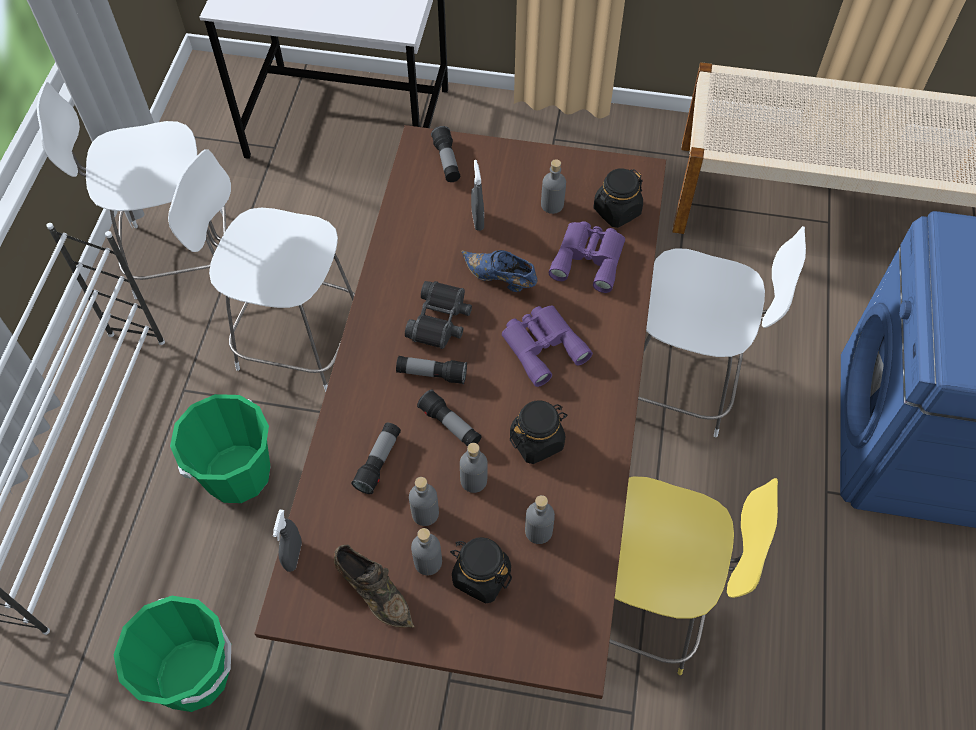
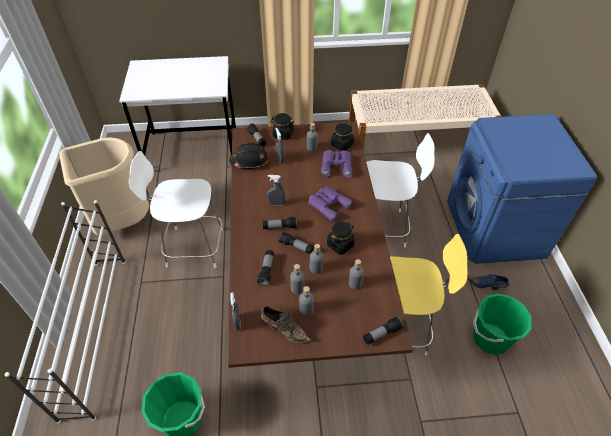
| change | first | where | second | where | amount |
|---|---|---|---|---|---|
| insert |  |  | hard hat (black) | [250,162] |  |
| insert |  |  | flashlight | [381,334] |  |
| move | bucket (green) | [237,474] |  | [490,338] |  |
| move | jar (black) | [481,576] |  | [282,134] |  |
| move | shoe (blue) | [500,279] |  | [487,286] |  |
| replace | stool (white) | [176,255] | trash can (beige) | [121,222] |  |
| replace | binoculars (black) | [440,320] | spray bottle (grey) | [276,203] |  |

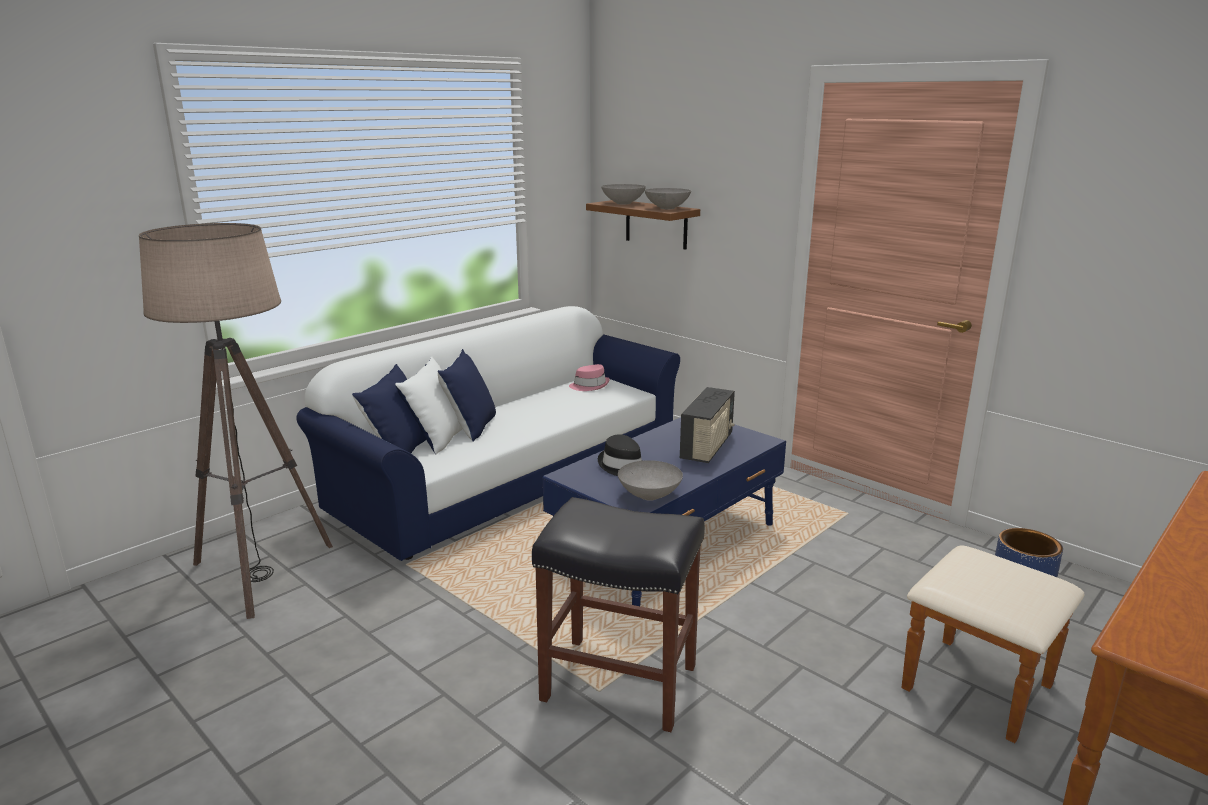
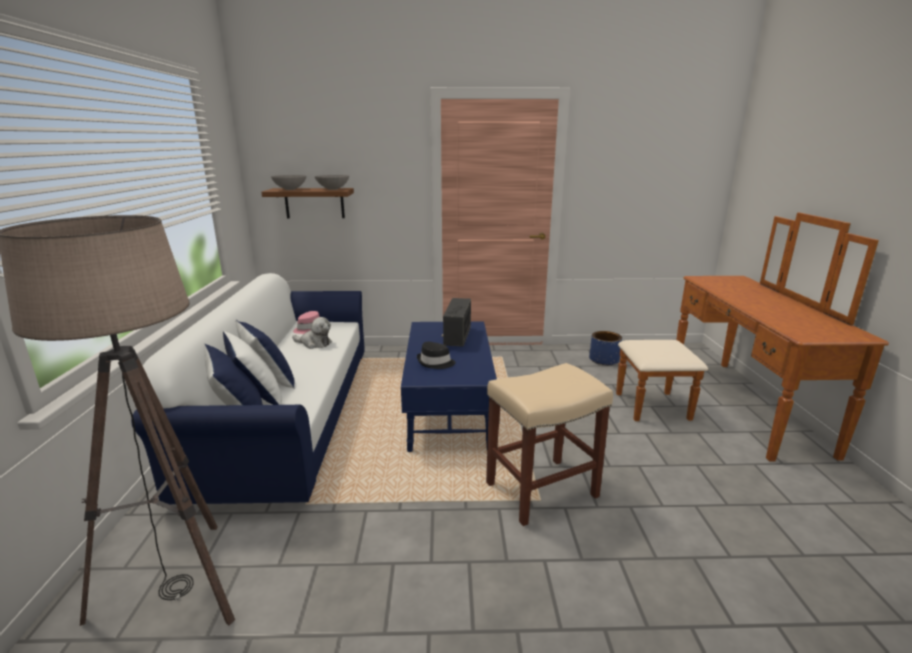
| change | first | where | second | where | amount |
|---|---|---|---|---|---|
| delete | bowl (grey) | [650,495] |  |  |  |
| insert |  |  | plush toy | [314,343] |  |
| recolor | stool (black) | [622,682] | stool (beige) | [542,489] |  |
| rotate | radio | [707,447] |  | [456,337] | 150 degrees counterclockwise |

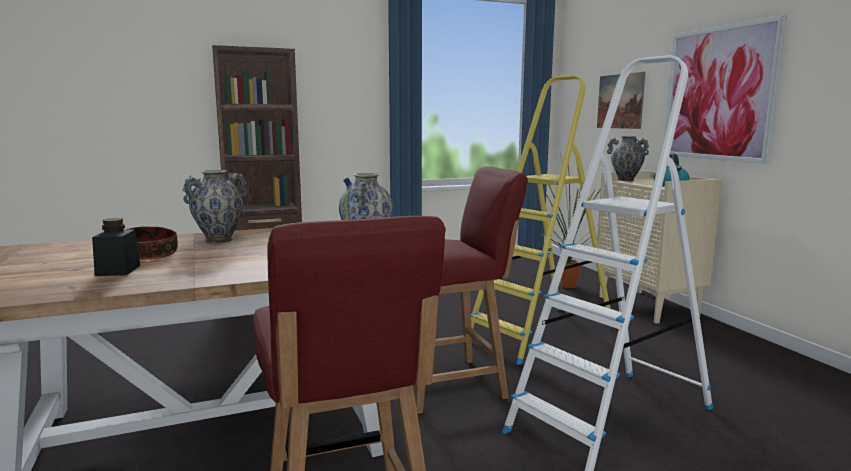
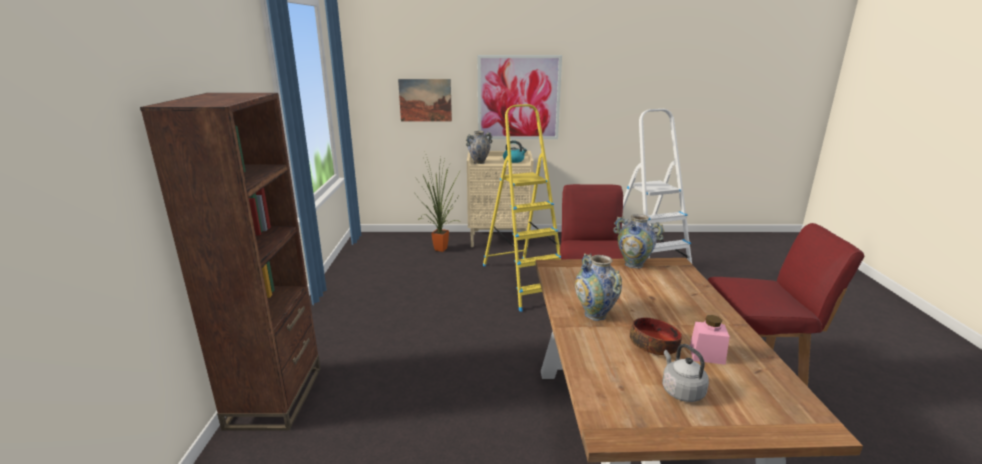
| change | first | where | second | where | amount |
|---|---|---|---|---|---|
| insert |  |  | kettle (grey) | [681,390] |  |
| recolor | jar (black) | [118,270] | jar (pink) | [707,355] |  |

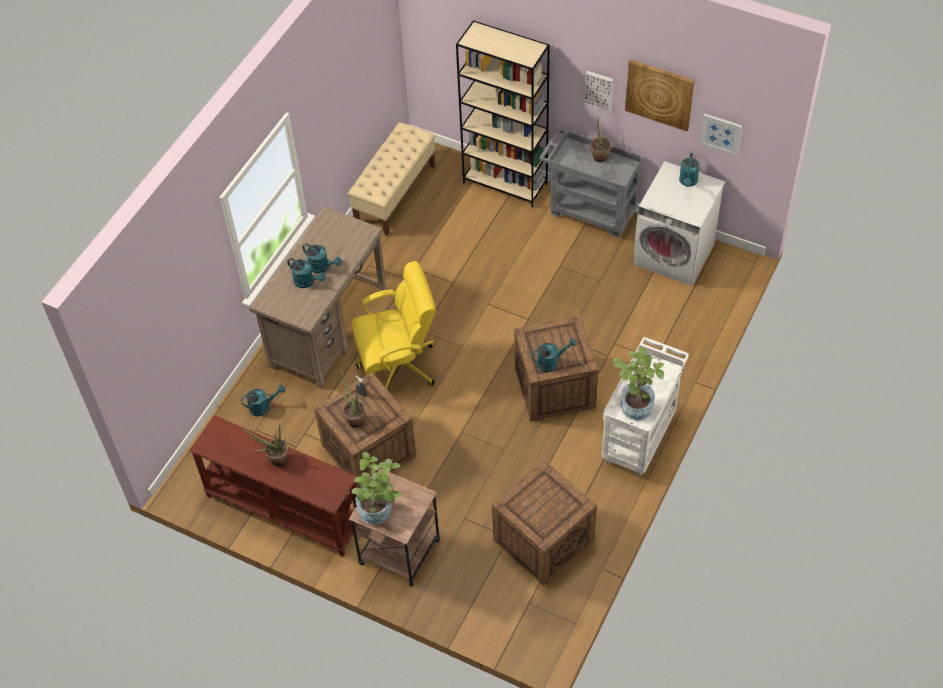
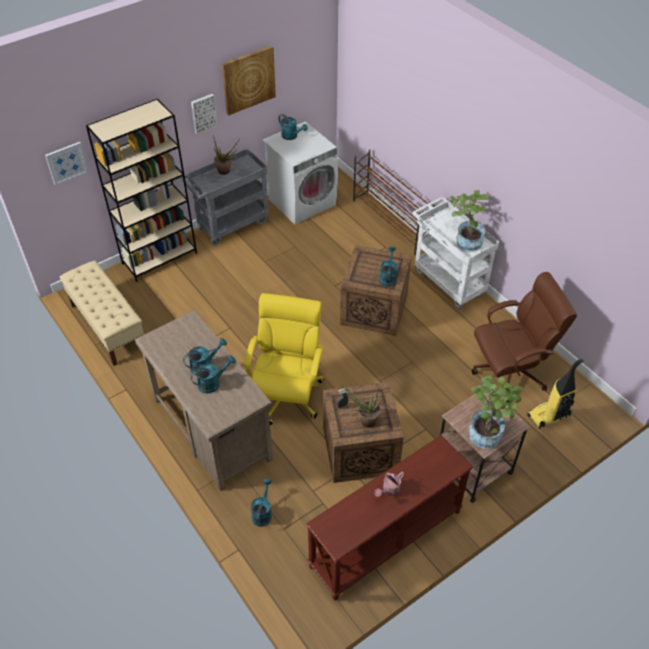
| change | first | where | second | where | amount |
|---|---|---|---|---|---|
| insert |  |  | shoe rack (brown) | [390,224] |  |
| insert |  |  | vacuum cleaner | [548,416] |  |
| move | picture | [721,133] |  | [66,163] |  |
| replace | potted plant | [275,459] | watering can | [389,490] |  |
| replace | crate | [543,542] | office chair (brown) | [509,372] |  |

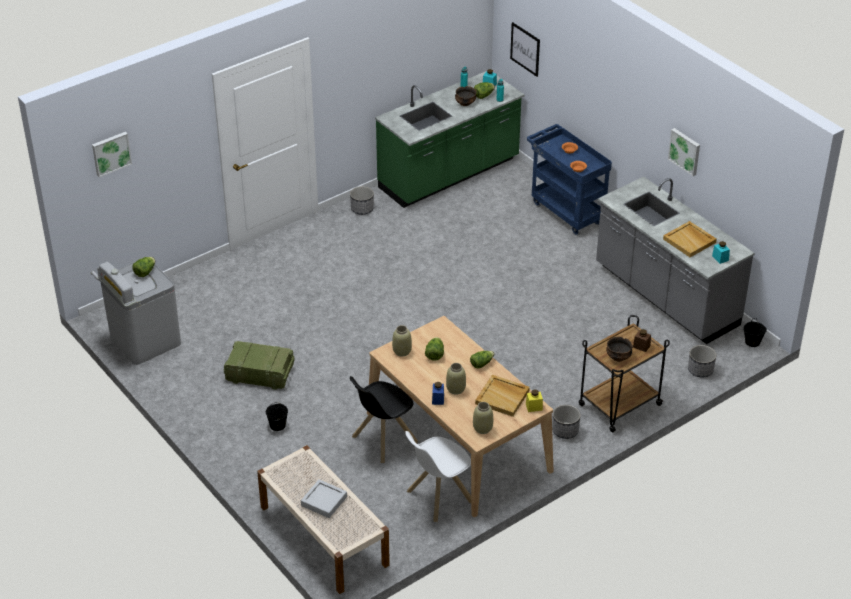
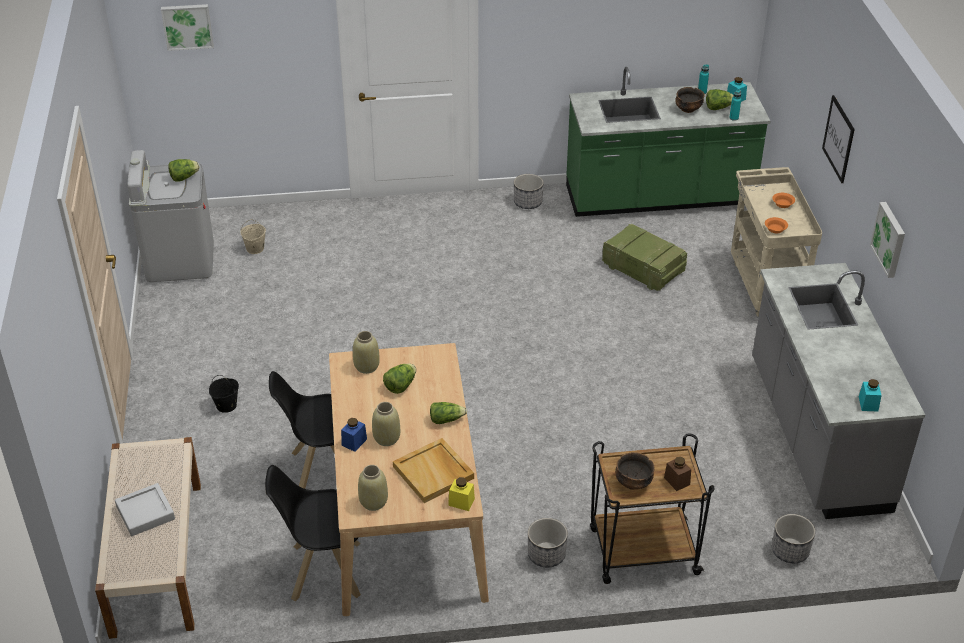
| change | first | where | second | where | amount |
|---|---|---|---|---|---|
| delete | tray (beige) | [690,241] |  |  |  |
| delete | bucket (black) | [752,342] |  |  |  |
| insert |  |  | bucket (beige) | [255,249] |  |
| move | crate | [261,374] |  | [644,269] |  |
| move | picture | [525,49] |  | [838,139] |  |
| recolor | chair (white) | [438,497] | chair (black) | [323,570] |  |
| recolor | cart (blue) | [564,213] | cart (beige) | [763,287] |  |

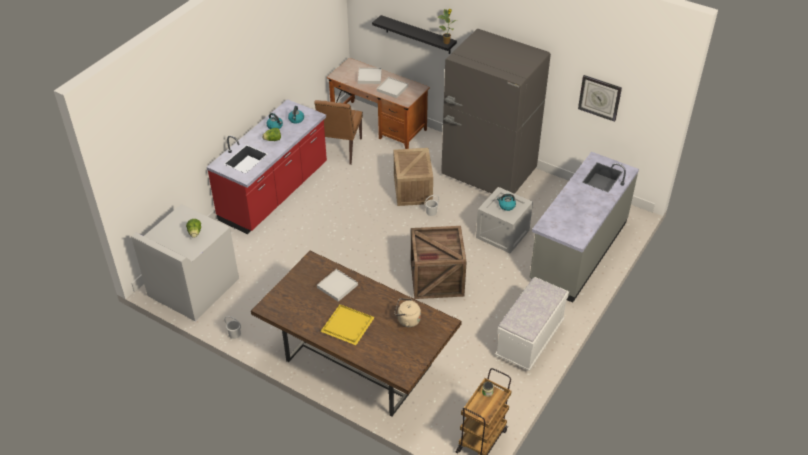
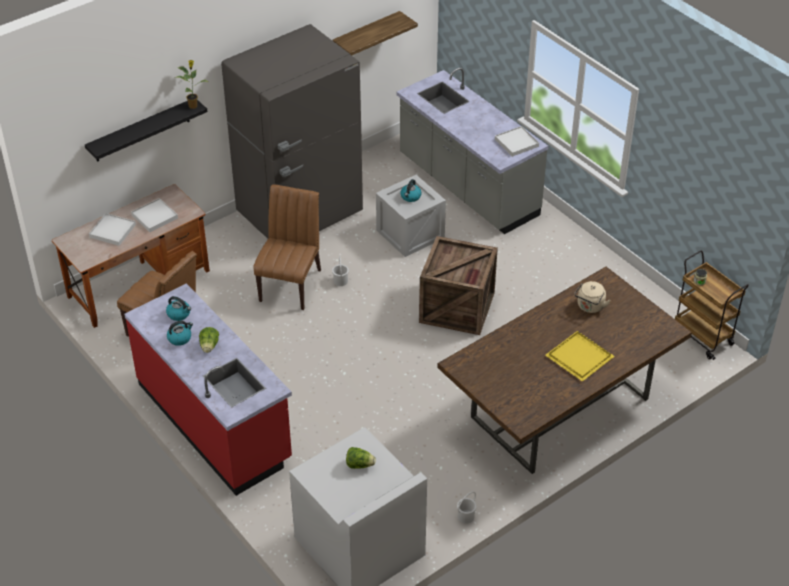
| change | first | where | second | where | amount |
|---|---|---|---|---|---|
| delete | bench (white) | [530,340] |  |  |  |
| move | tray (white) | [337,286] |  | [516,143] |  |
| replace | crate | [413,190] | chair (brown) | [291,286] |  |
| replace | wall clock | [599,97] | shelf | [366,34] |  |

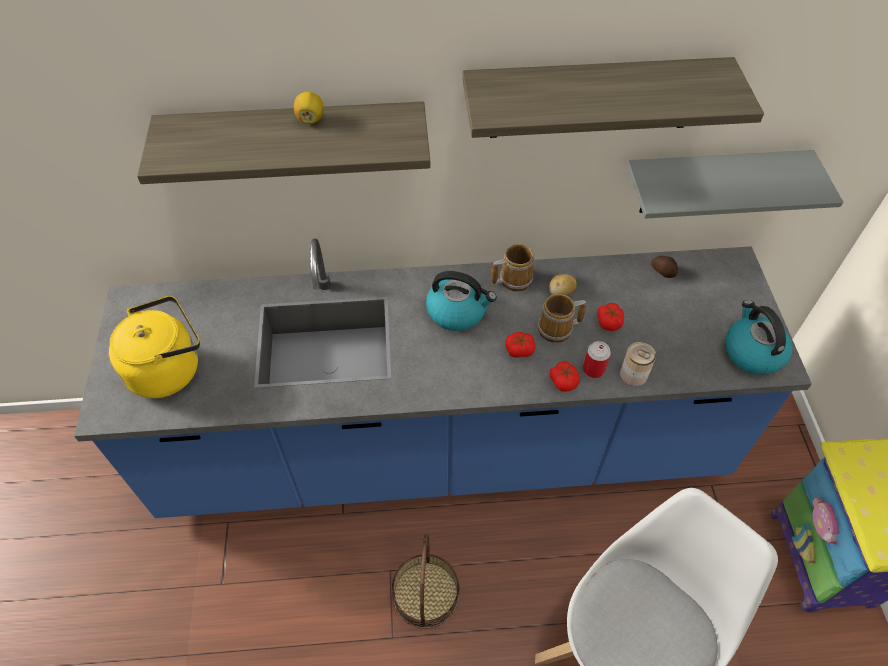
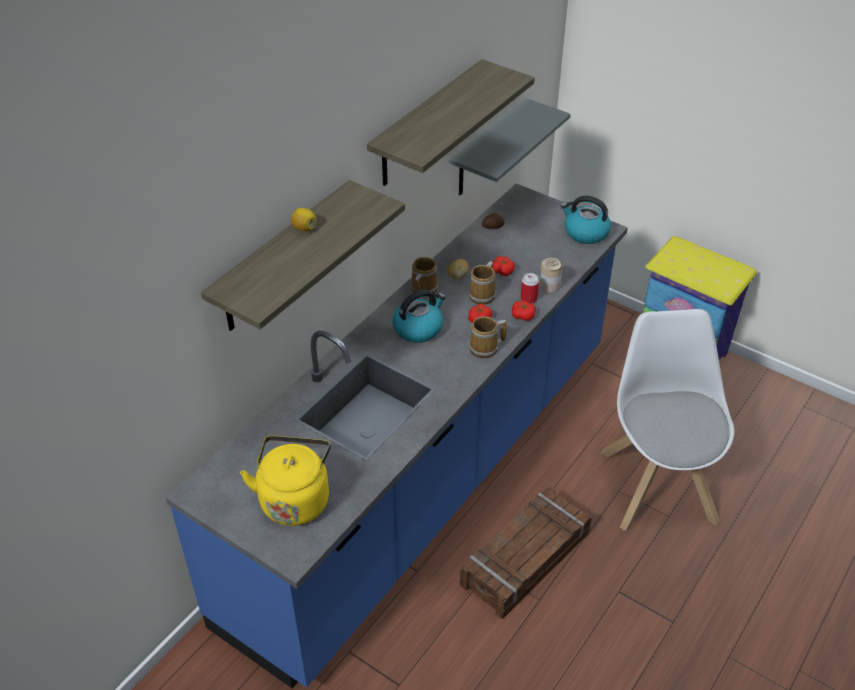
| change | first | where | second | where | amount |
|---|---|---|---|---|---|
| insert |  |  | mug | [486,348] |  |
| replace | basket | [426,594] | crate | [526,560] |  |

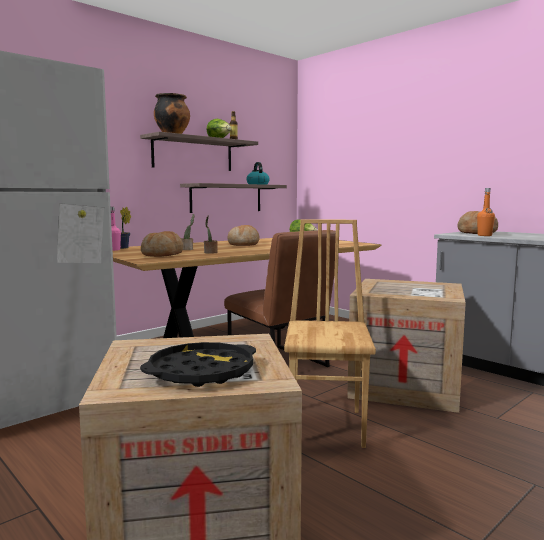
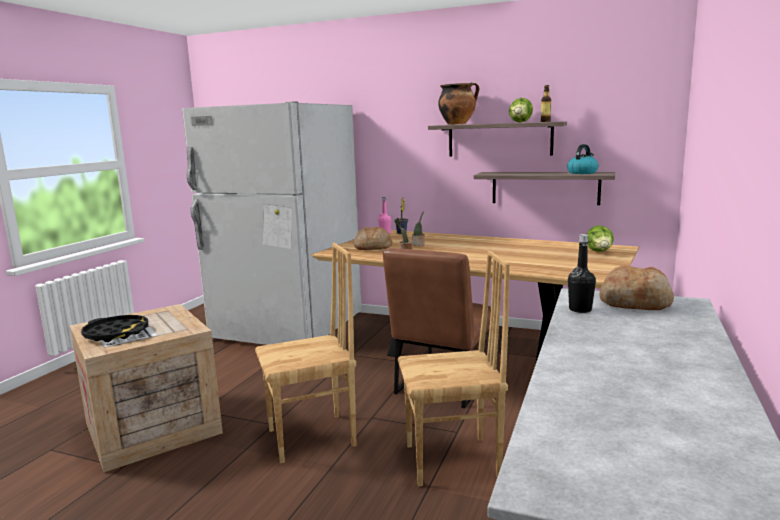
| change | first | where | second | where | amount |
|---|---|---|---|---|---|
| delete | bread | [244,244] |  |  |  |
| replace | crate | [406,385] | chair (brown) | [453,462] |  |
| recolor | bottle (orange) | [484,235] | bottle (black) | [580,309] |  |

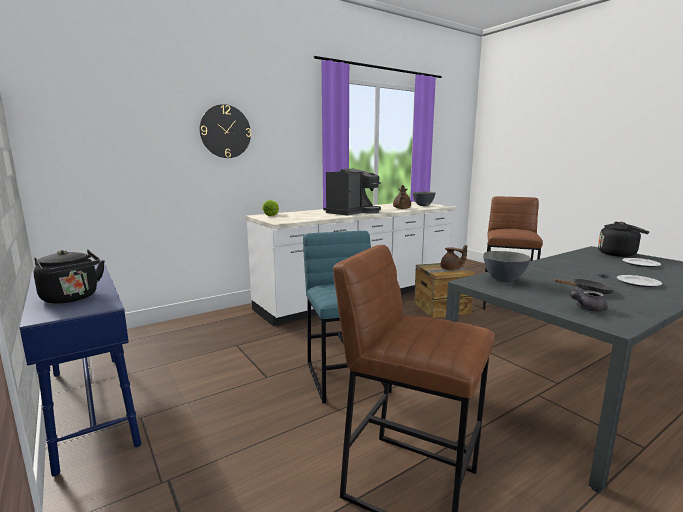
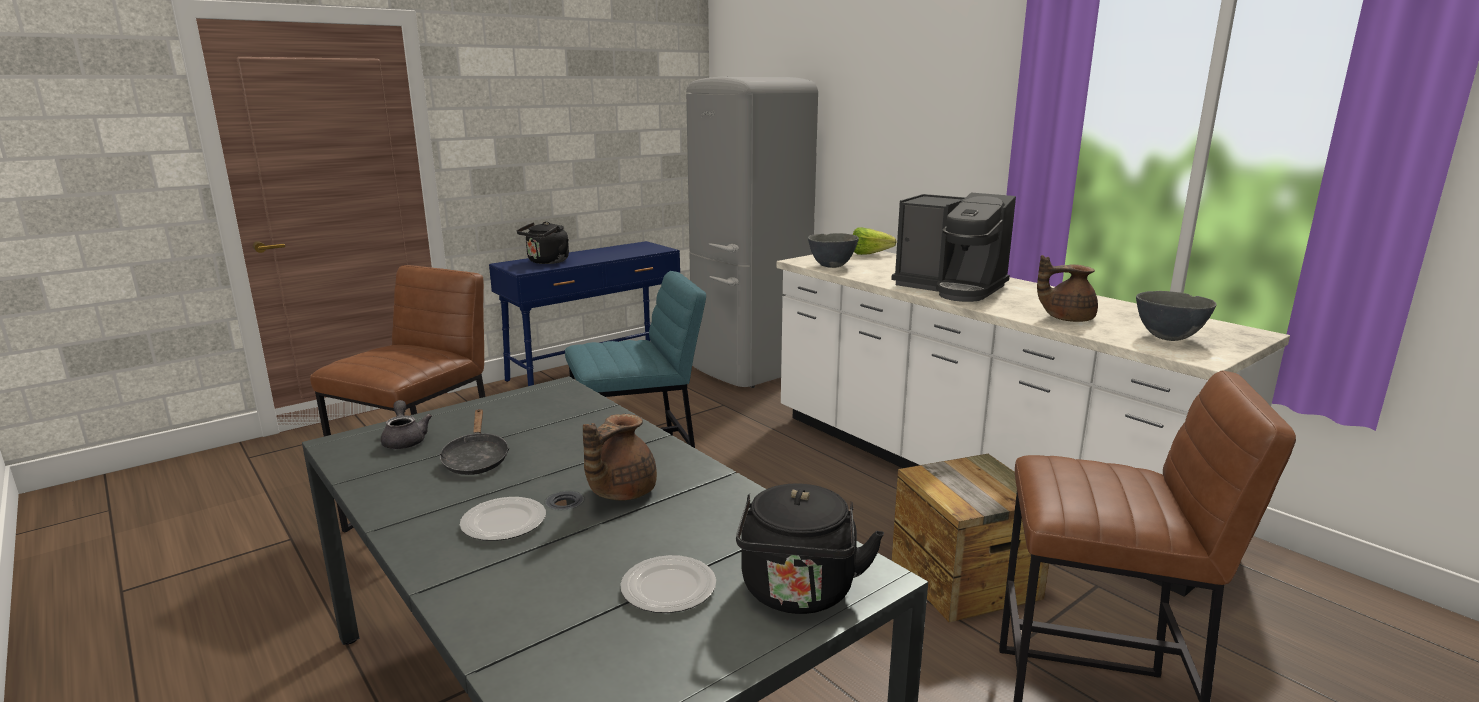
| change | first | where | second | where | amount |
|---|---|---|---|---|---|
| delete | wall clock | [225,131] |  |  |  |
| insert |  |  | fridge (grey) | [747,369] |  |
| move | teapot (brown) | [451,269] |  | [619,492] |  |
| move | bowl (grey) | [503,280] |  | [831,266] |  |

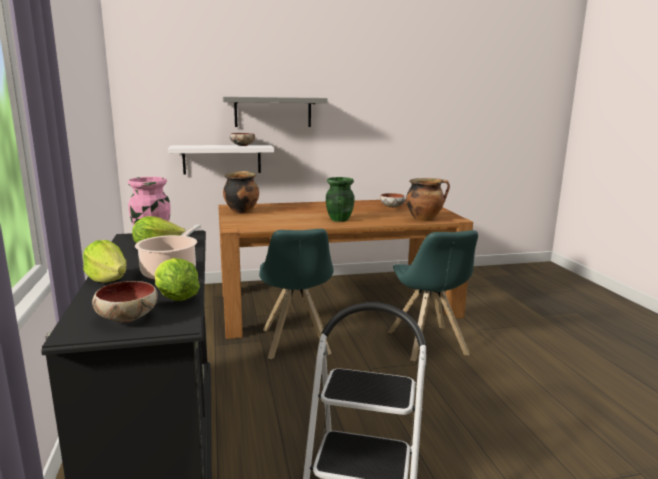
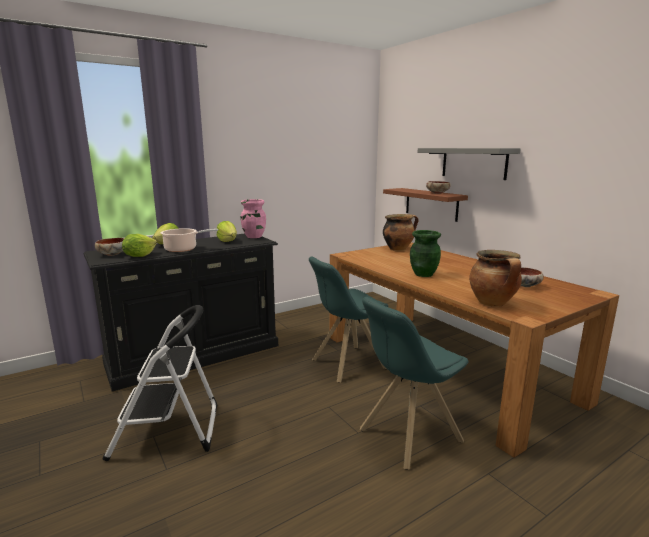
| change | first | where | second | where | amount |
|---|---|---|---|---|---|
| recolor | shelf (white) | [222,159] | shelf (brown) | [431,204] |  |

